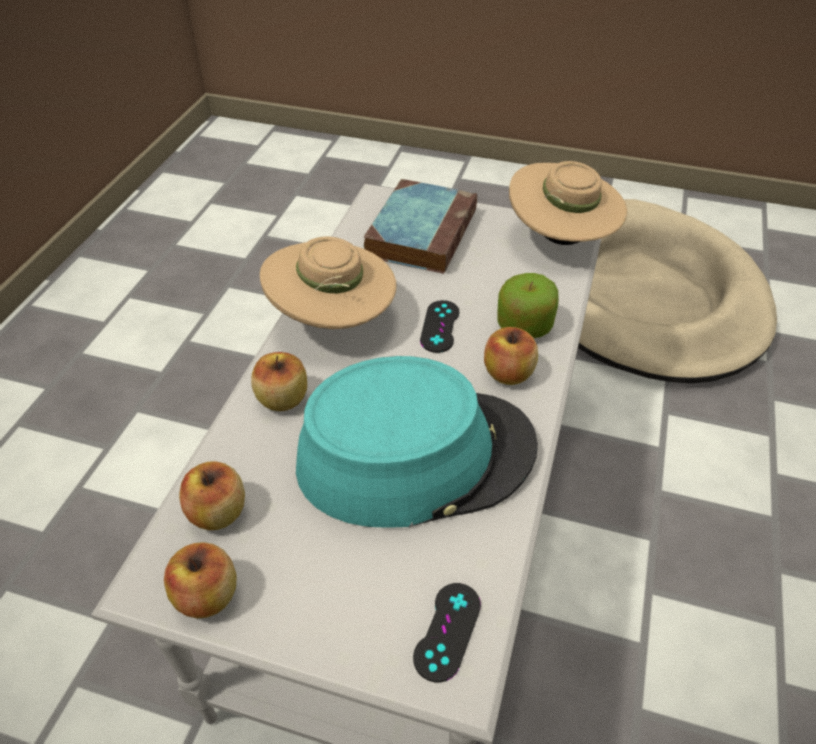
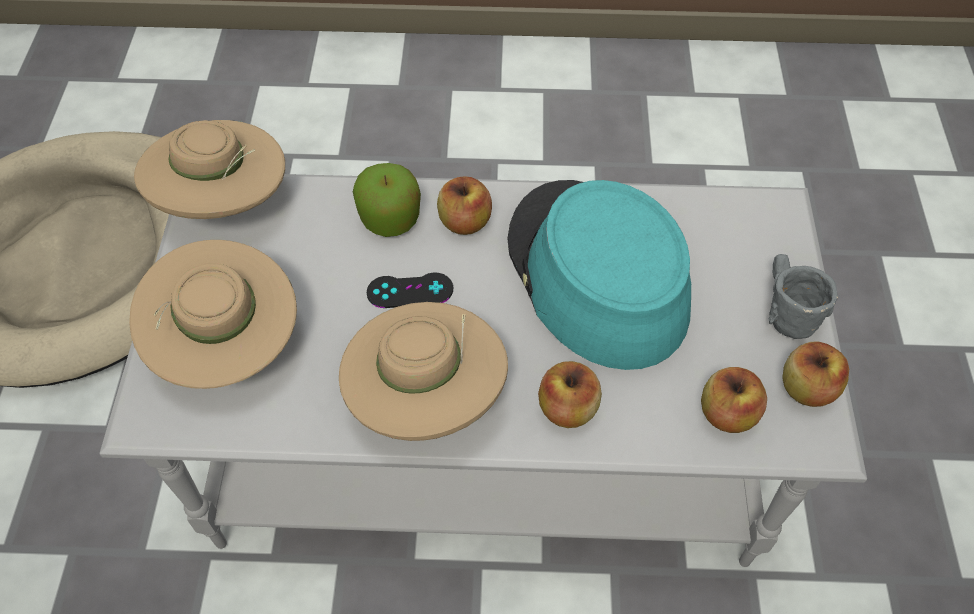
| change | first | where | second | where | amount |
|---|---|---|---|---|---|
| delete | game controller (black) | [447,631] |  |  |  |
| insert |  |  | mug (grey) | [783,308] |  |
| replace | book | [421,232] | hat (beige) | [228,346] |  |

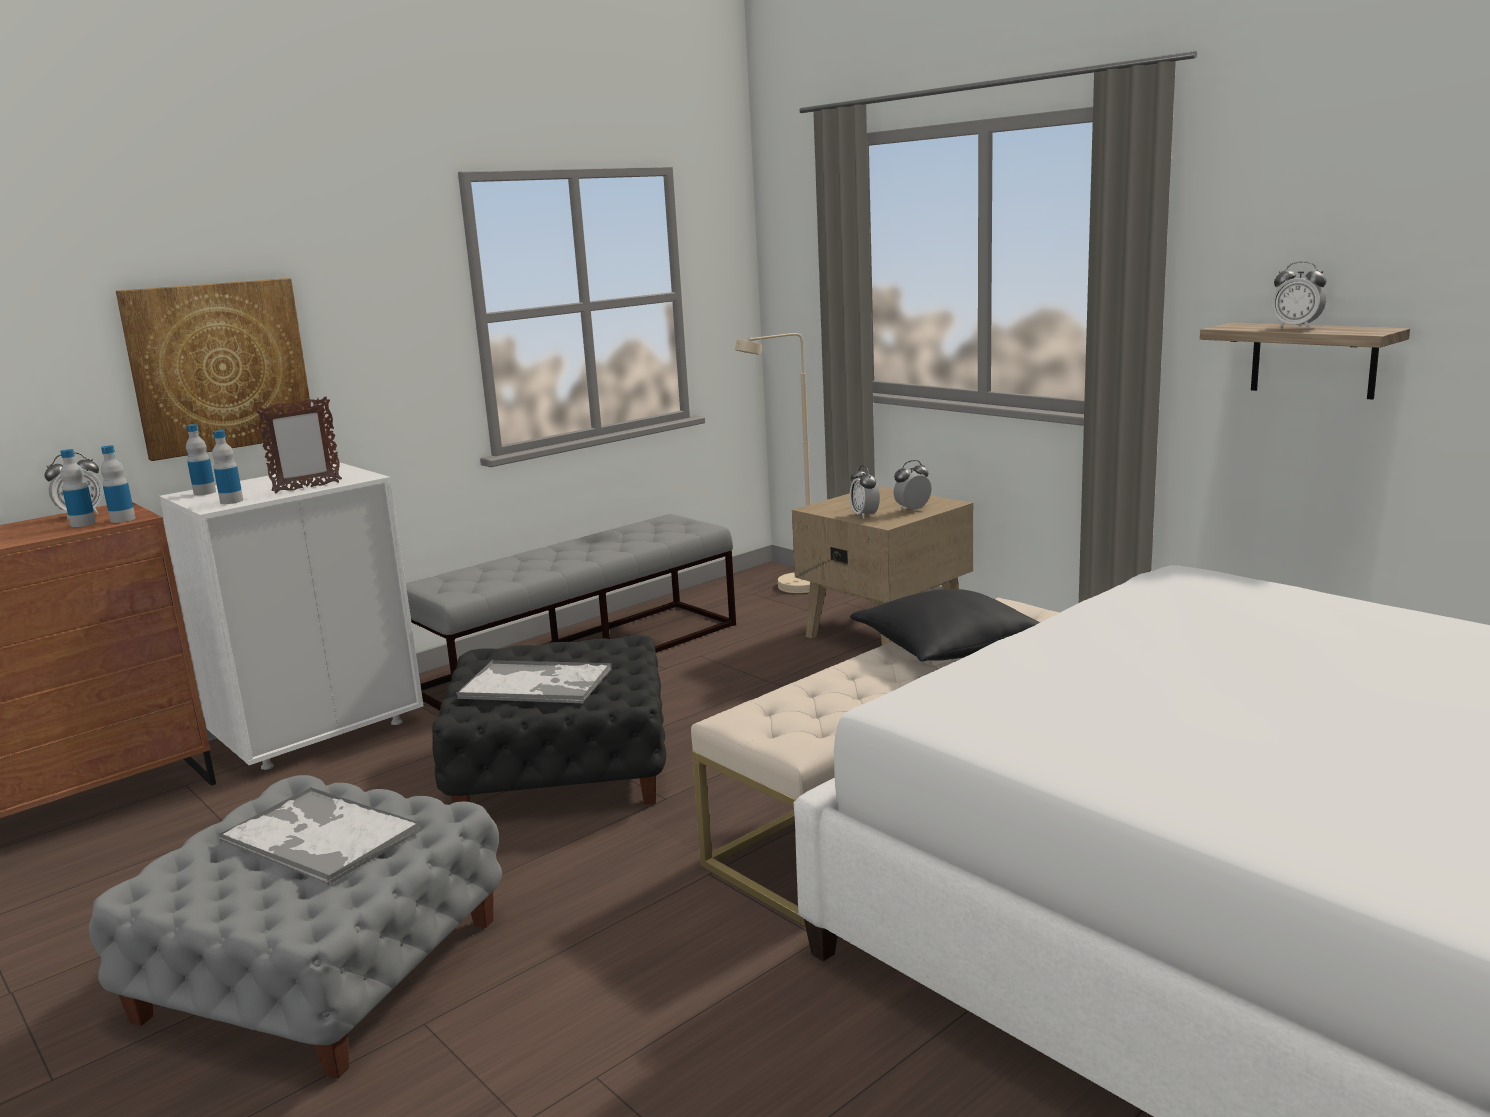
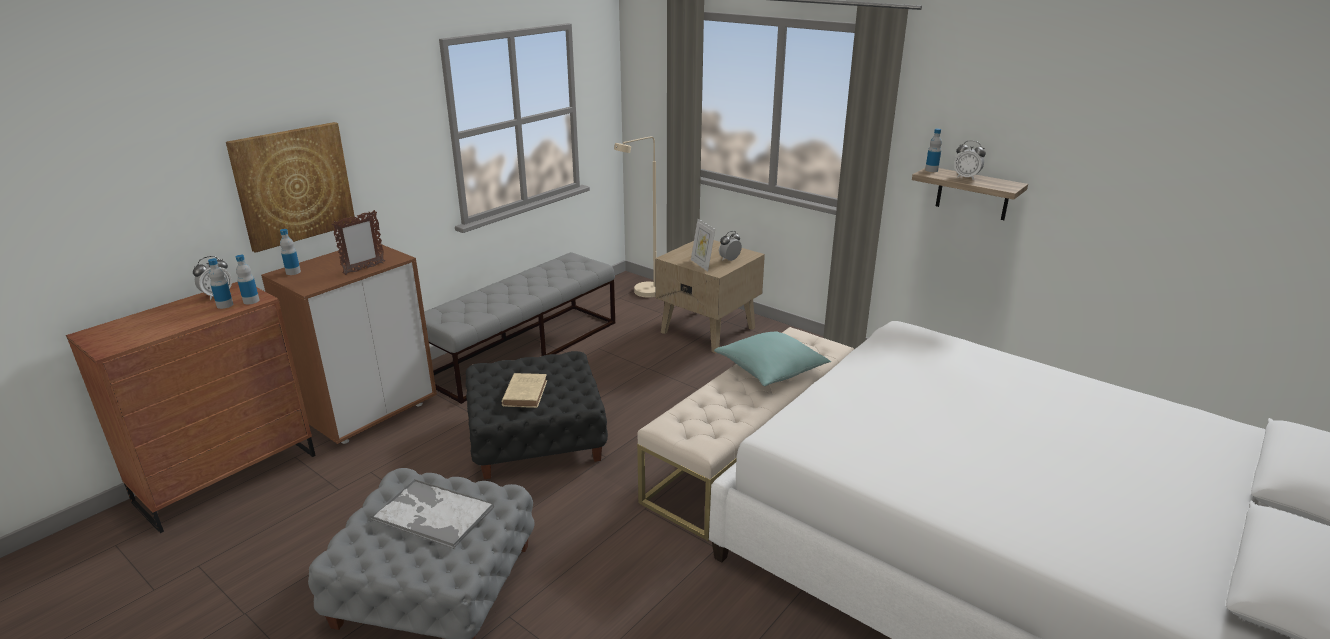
| change | first | where | second | where | amount |
|---|---|---|---|---|---|
| move | bottle | [231,501] |  | [931,170] |  |
| replace | tray | [537,684] | book (beige) | [525,392] |  |
| replace | alarm clock | [865,515] | picture frame | [702,265] |  |
| recolor | cabinet (white) | [320,732] | cabinet (brown) | [370,413] |  |
| recolor | pillow (black) | [947,649] | pillow (turquoise) | [770,370] |  |

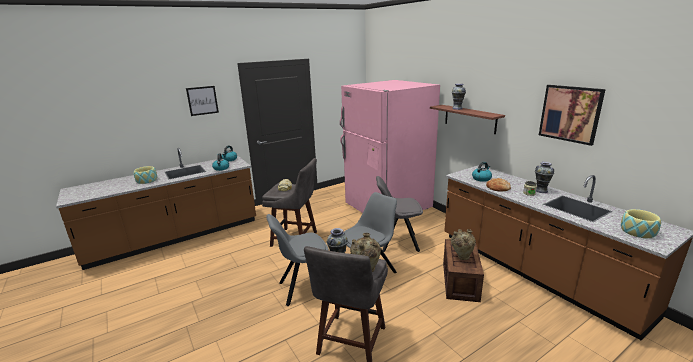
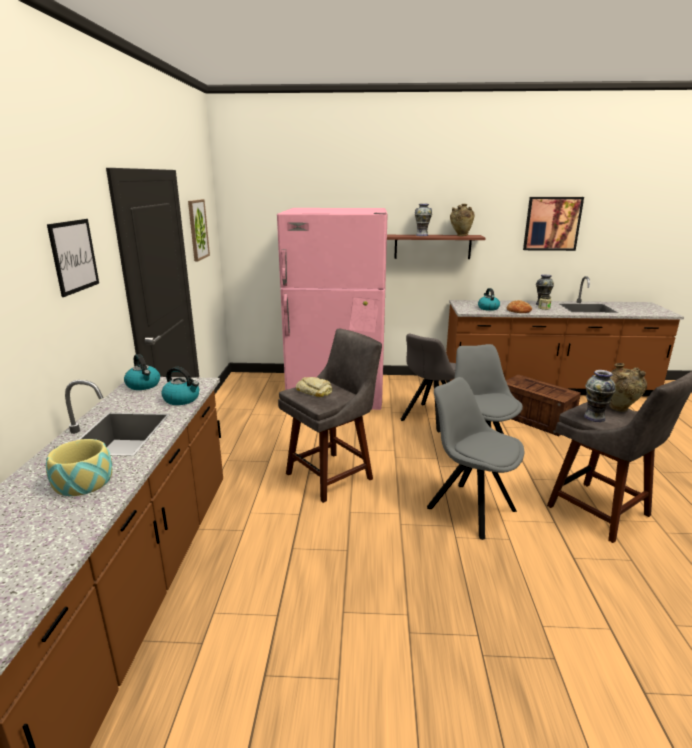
| change | first | where | second | where | amount |
|---|---|---|---|---|---|
| delete | bowl | [637,231] |  |  |  |
| insert |  |  | picture | [197,229] |  |
| move | vase (beige) | [461,257] |  | [460,236] |  |
| rotate | chair (grey) | [303,289] |  | [470,509] | 120 degrees clockwise |

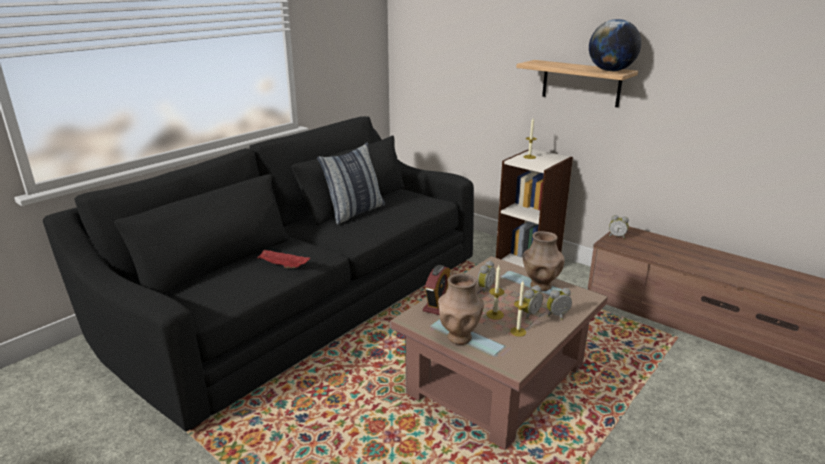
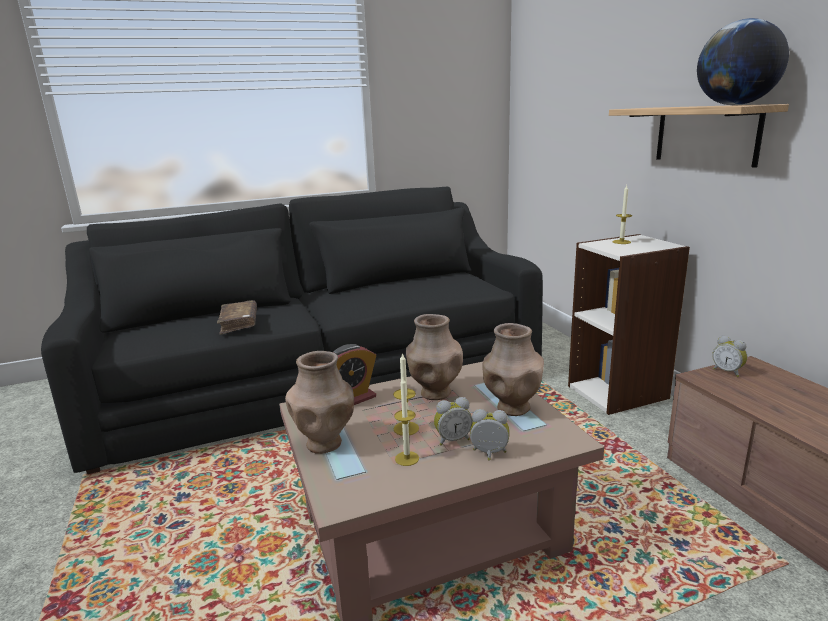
| change | first | where | second | where | amount |
|---|---|---|---|---|---|
| delete | pillow | [355,212] |  |  |  |
| replace | tray (red) | [283,266] | book (brown) | [239,323] |  |
| replace | alarm clock | [484,288] | vase (brown) | [435,393] |  |

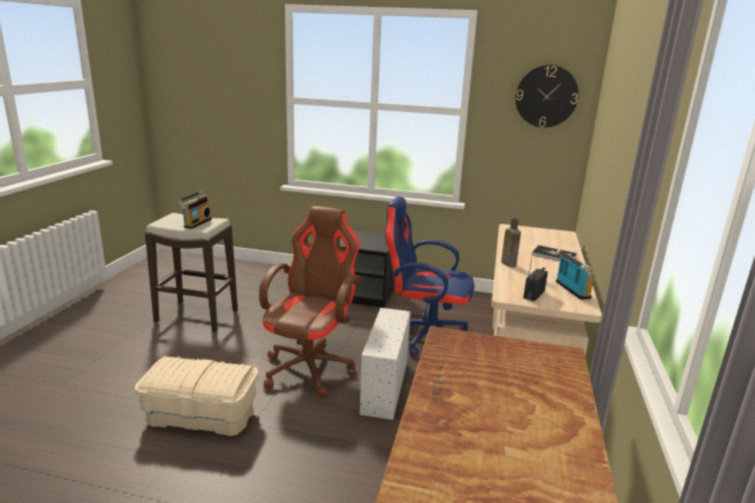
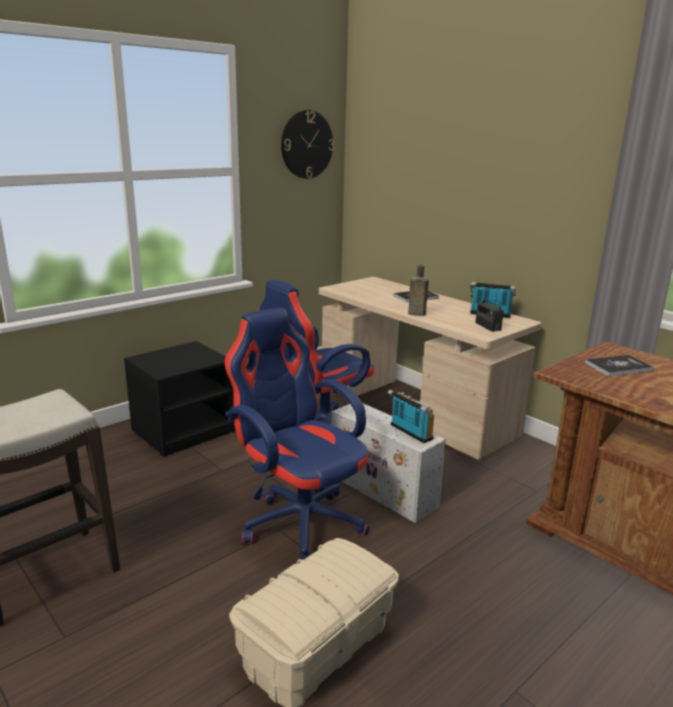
| change | first | where | second | where | amount |
|---|---|---|---|---|---|
| insert |  |  | book | [618,367] |  |
| move | radio | [196,223] |  | [409,432] |  |
| recolor | office chair (brown) | [311,367] | office chair (blue) | [298,521] |  |

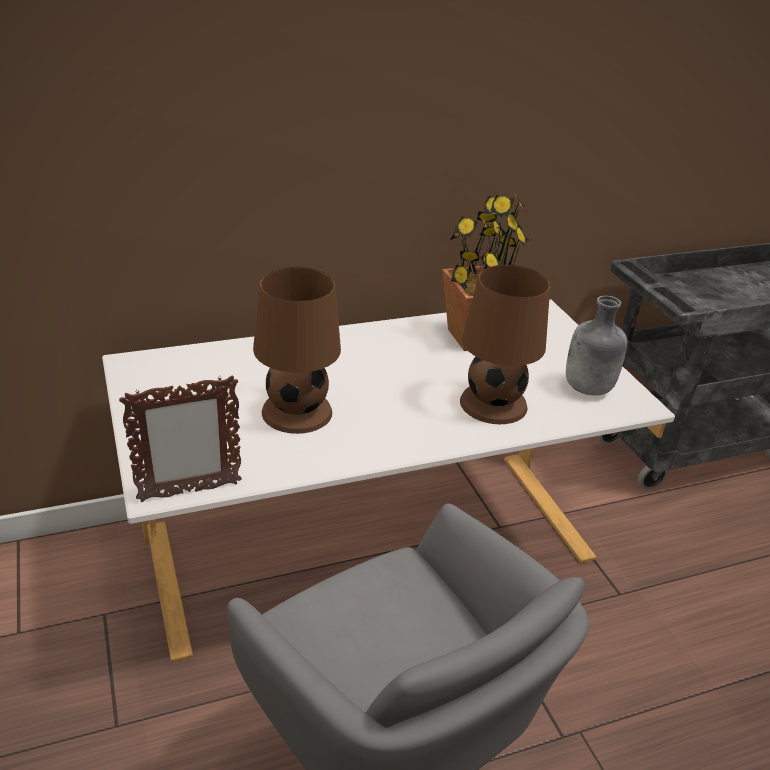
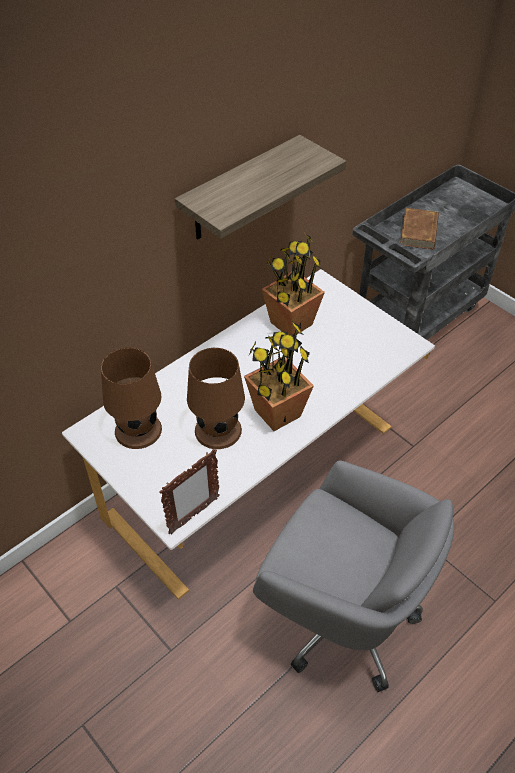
| change | first | where | second | where | amount |
|---|---|---|---|---|---|
| delete | bottle (grey) | [588,389] |  |  |  |
| insert |  |  | shelf | [240,190] |  |
| insert |  |  | potted plant | [277,413] |  |
| insert |  |  | book (brown) | [419,232] |  |
| move | table lamp (brown) | [494,404] |  | [138,430] |  |

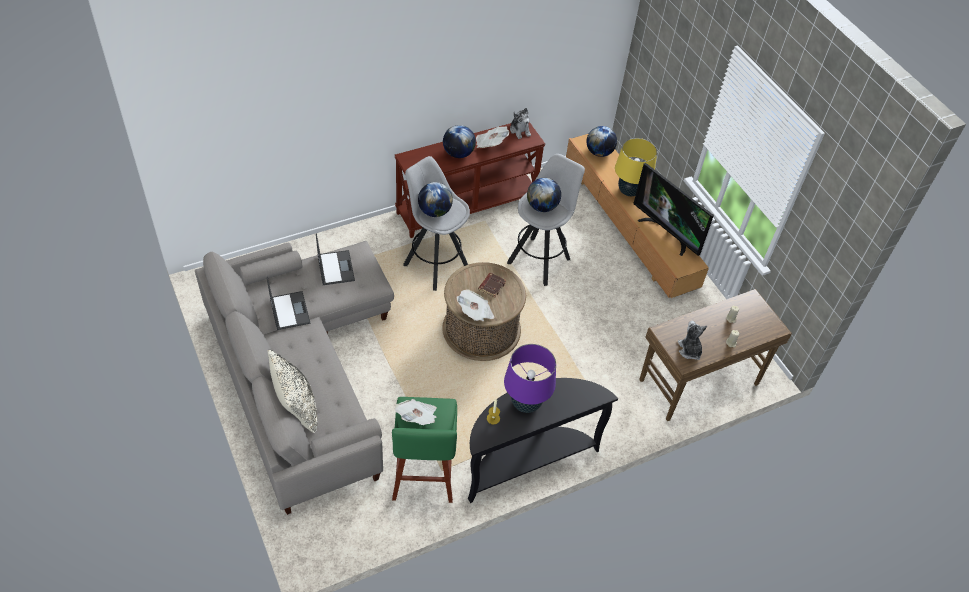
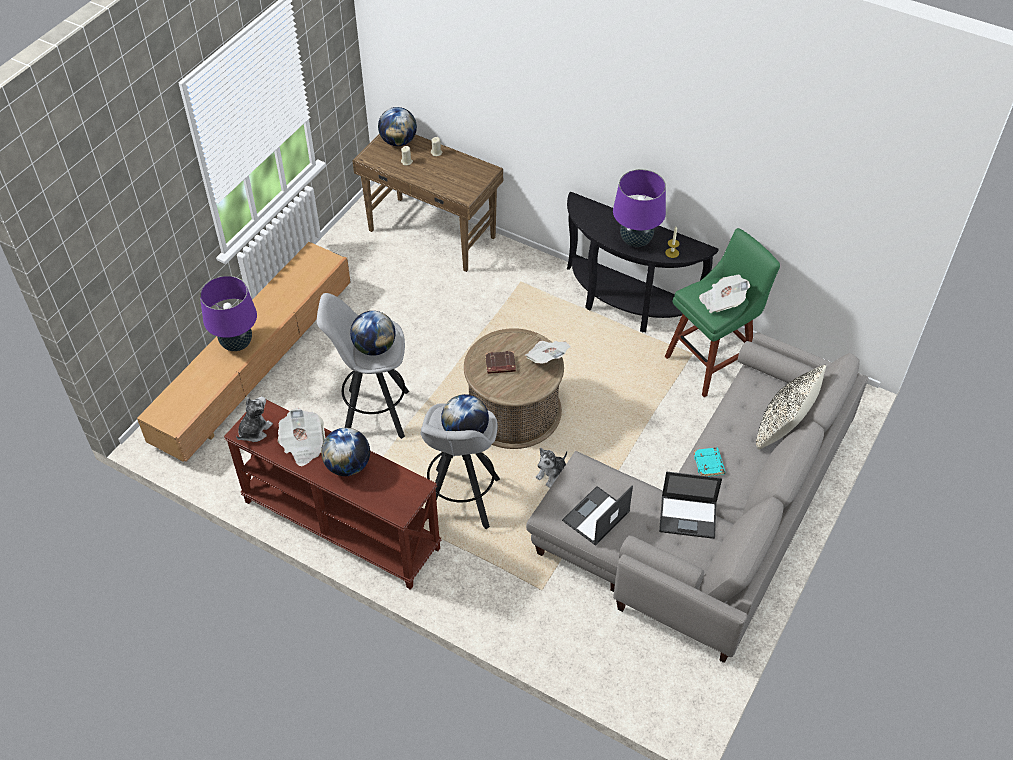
| change | first | where | second | where | amount |
|---|---|---|---|---|---|
| delete | television | [666,233] |  |  |  |
| insert |  |  | book (turquoise) | [709,464] |  |
| move | globe | [599,152] |  | [398,141] |  |
| move | plush toy | [689,350] |  | [552,474] |  |
| recolor | table lamp (yellow) | [629,191] | table lamp (purple) | [237,344] |  |
| rotate | laptop | [289,310] |  | [688,516] | 120 degrees counterclockwise |

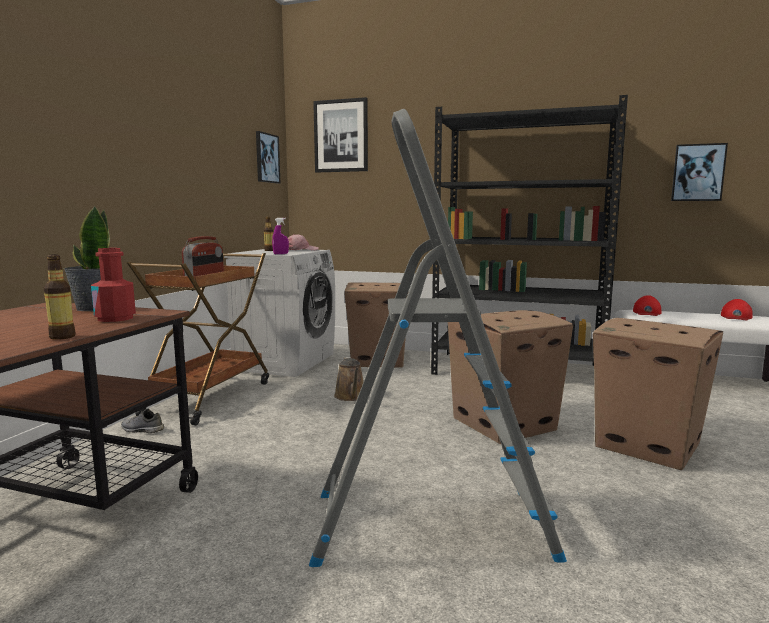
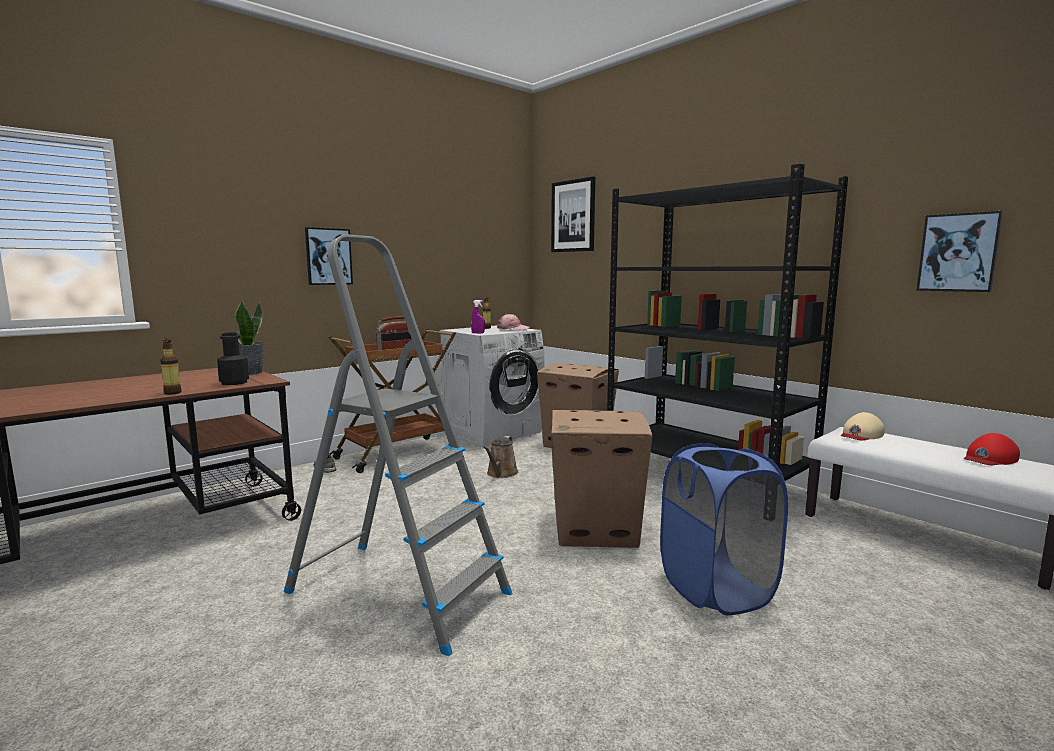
| change | first | where | second | where | amount |
|---|---|---|---|---|---|
| move | picture | [266,158] |  | [328,256] |  |
| replace | cardboard box | [649,445] | laundry basket (blue) | [716,589] |  |
| recolor | bottle (red) | [115,318] | bottle (black) | [234,382] |  |
| recolor | cap (red) | [647,312] | cap (beige) | [861,434] |  |

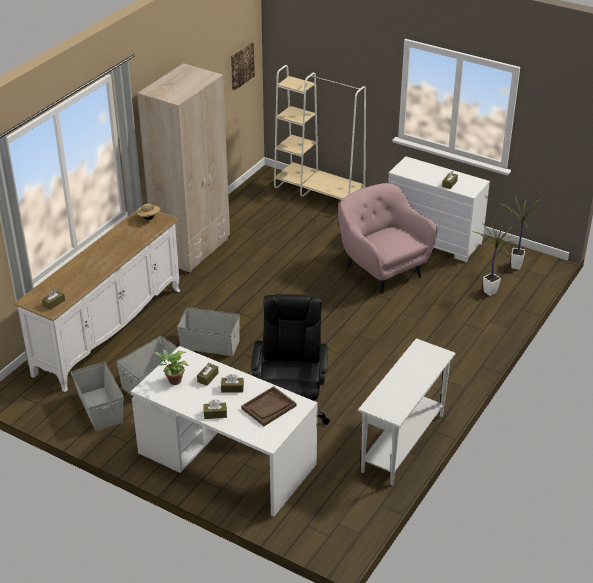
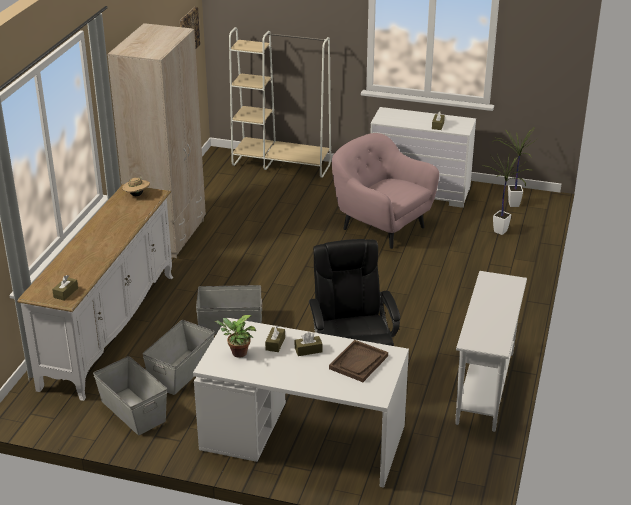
| change | first | where | second | where | amount |
|---|---|---|---|---|---|
| delete | tissue box (brown) | [215,414] |  |  |  |

